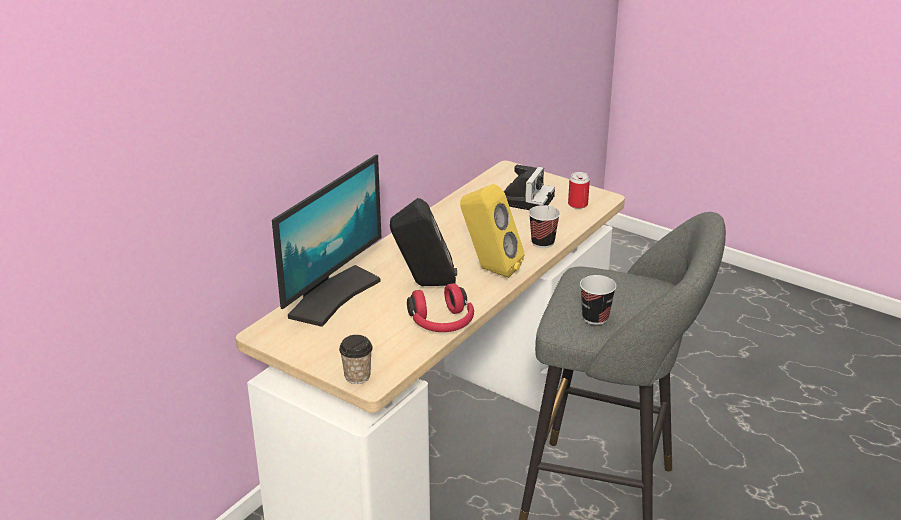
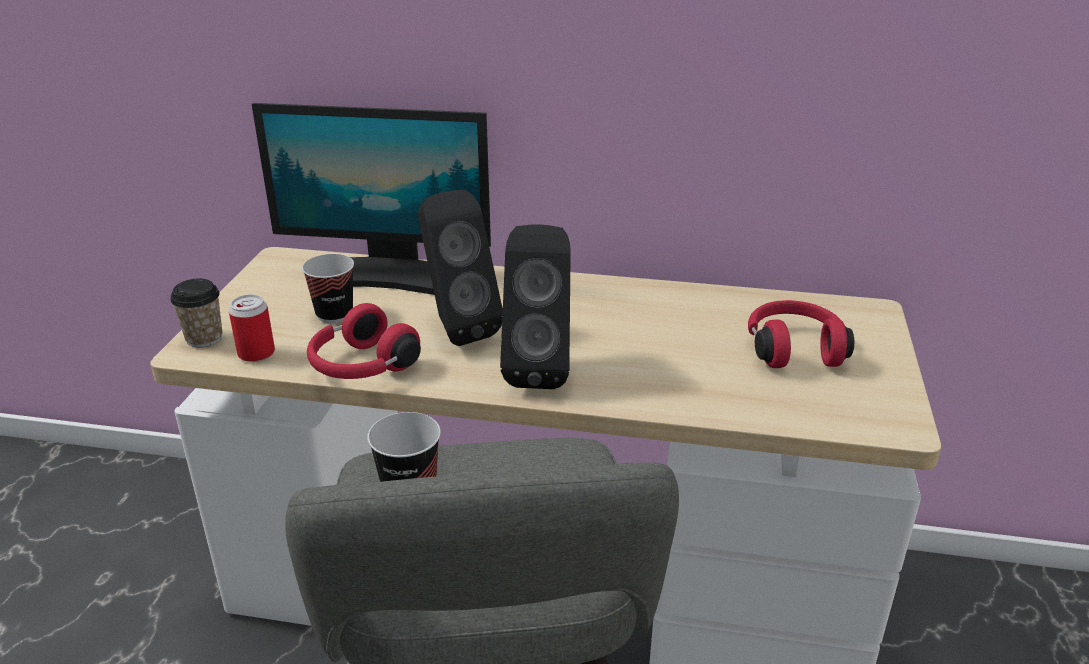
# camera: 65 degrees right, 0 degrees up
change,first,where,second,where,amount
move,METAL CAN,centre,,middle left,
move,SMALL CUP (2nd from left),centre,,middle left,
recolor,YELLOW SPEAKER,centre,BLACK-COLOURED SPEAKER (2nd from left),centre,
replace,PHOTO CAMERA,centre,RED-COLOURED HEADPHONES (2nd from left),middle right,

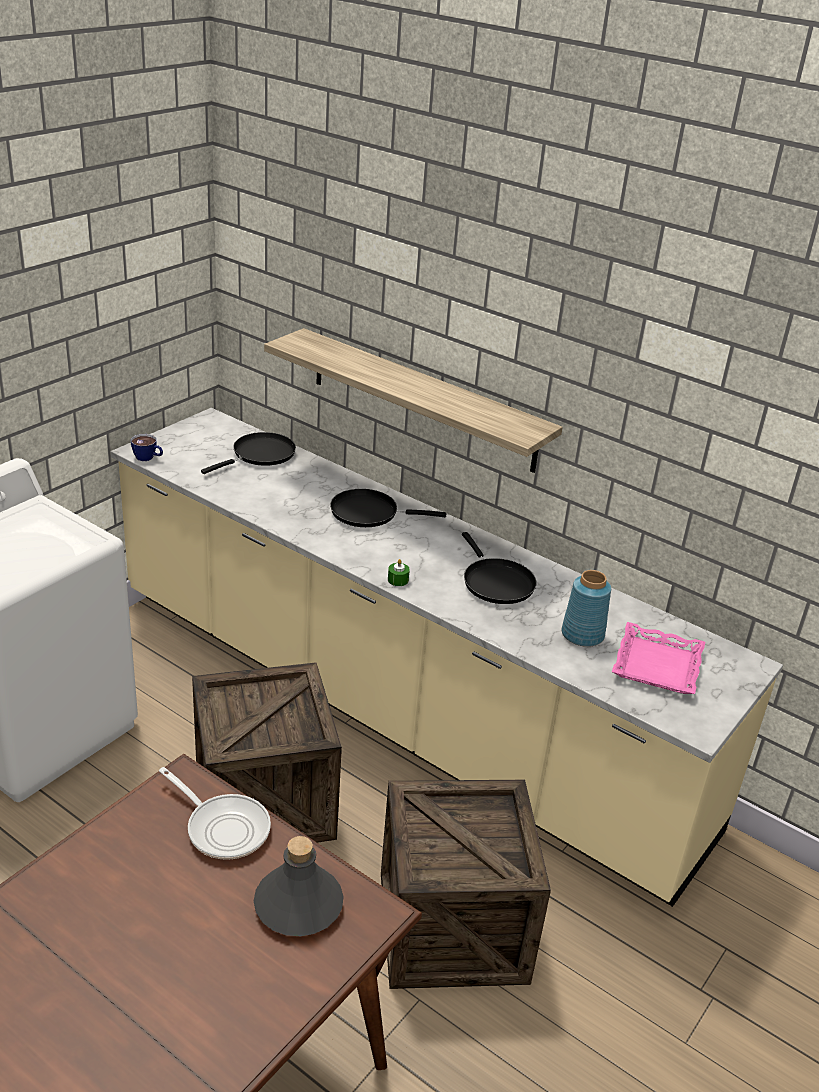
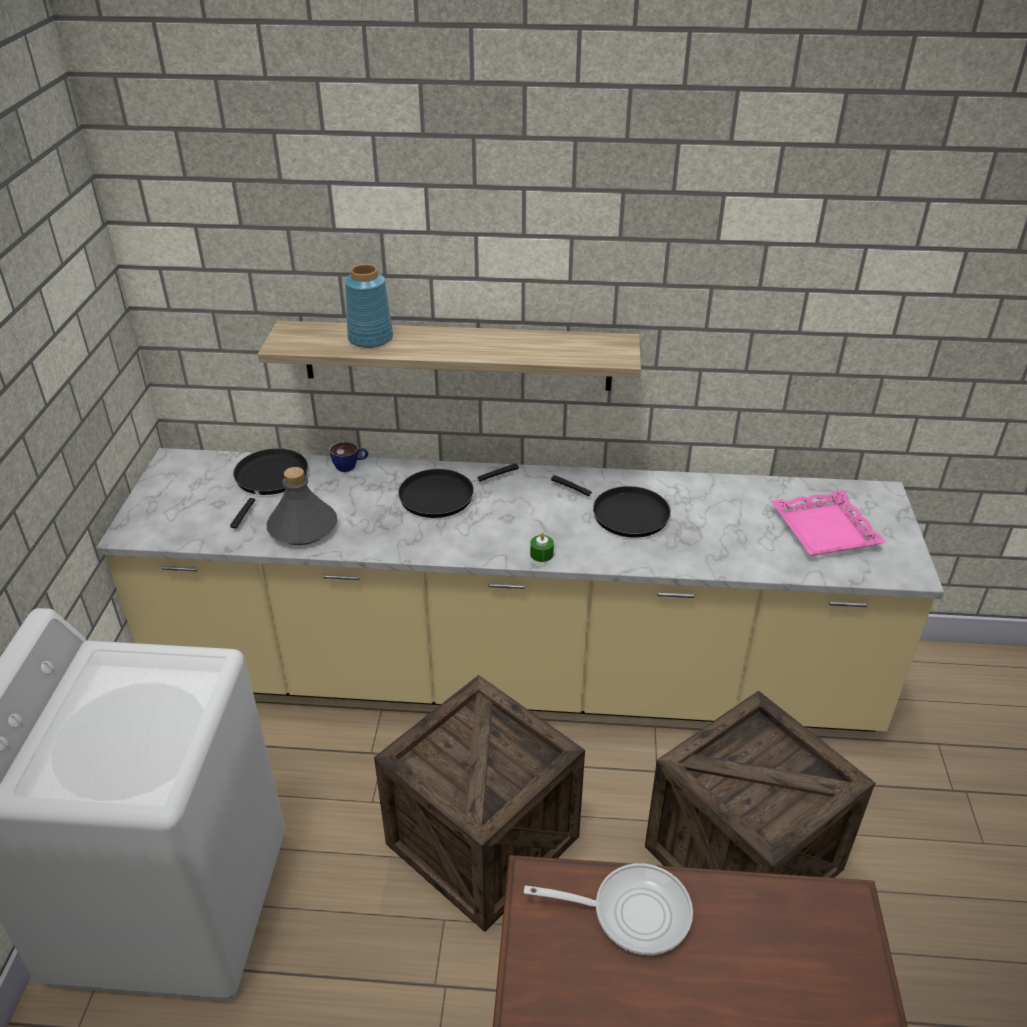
# camera: 30 degrees left, 5 degrees up
change,first,where,second,where,amount
move,GREYISH BOTTLE,bottom centre,,middle left,
move,SMALL CUP,middle left,,centre,
move,BLUE DECORATIVE VASE,middle right,,top centre,

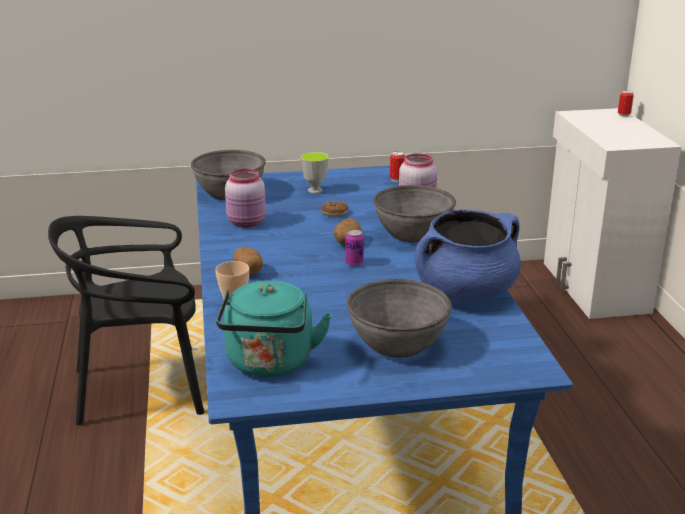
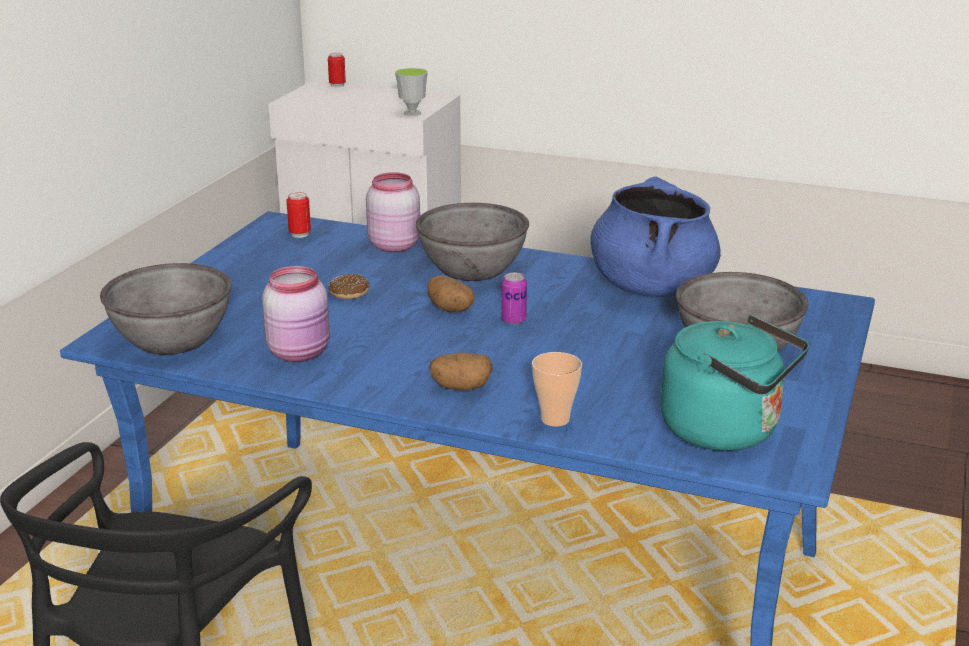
# camera: 60 degrees left, 0 degrees up
change,first,where,second,where,amount
move,SMALL CUP (2nd from left in the first image),centre,SMALL CUP (1st from left),top centre,

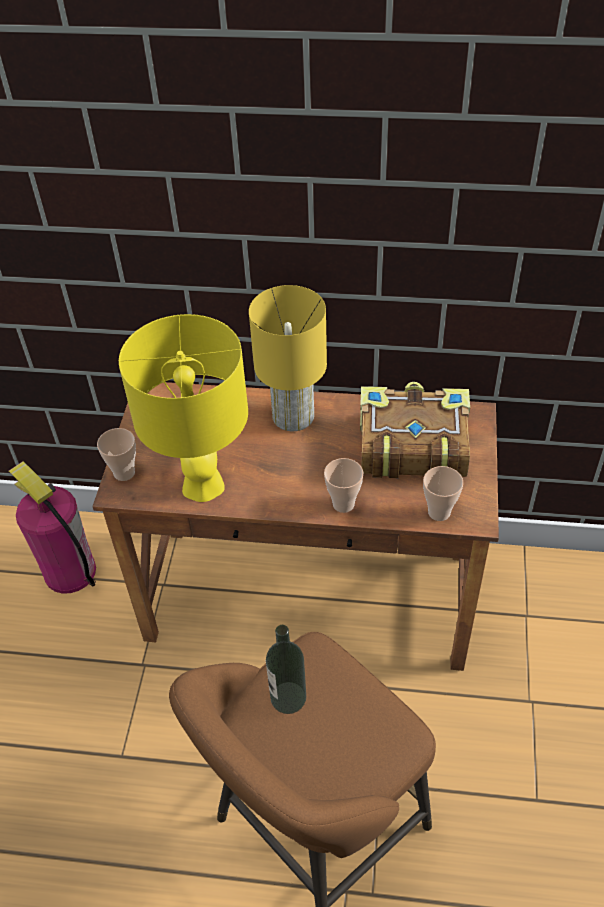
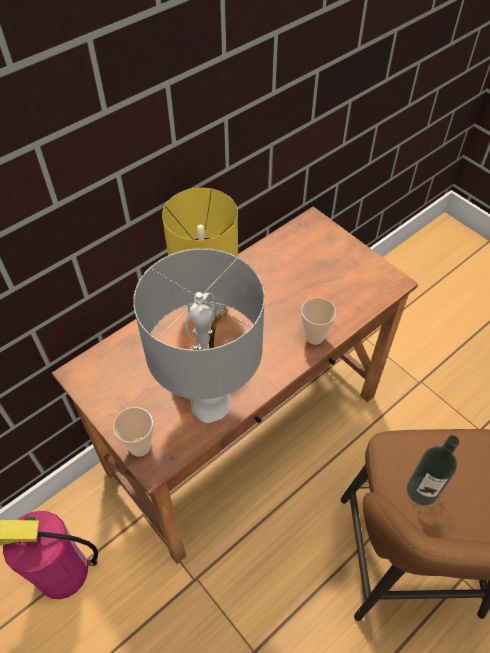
# camera: 50 degrees left, 5 degrees up
change,first,where,second,where,amount
recolor,YELLOW LAMP FOR A TABLE (1st from left),middle left,GREYISH LAMP FOR A TABLE,centre,
delete,BOOK,middle right,,,
delete,SMALL CUP (3rd from left),middle right,,,

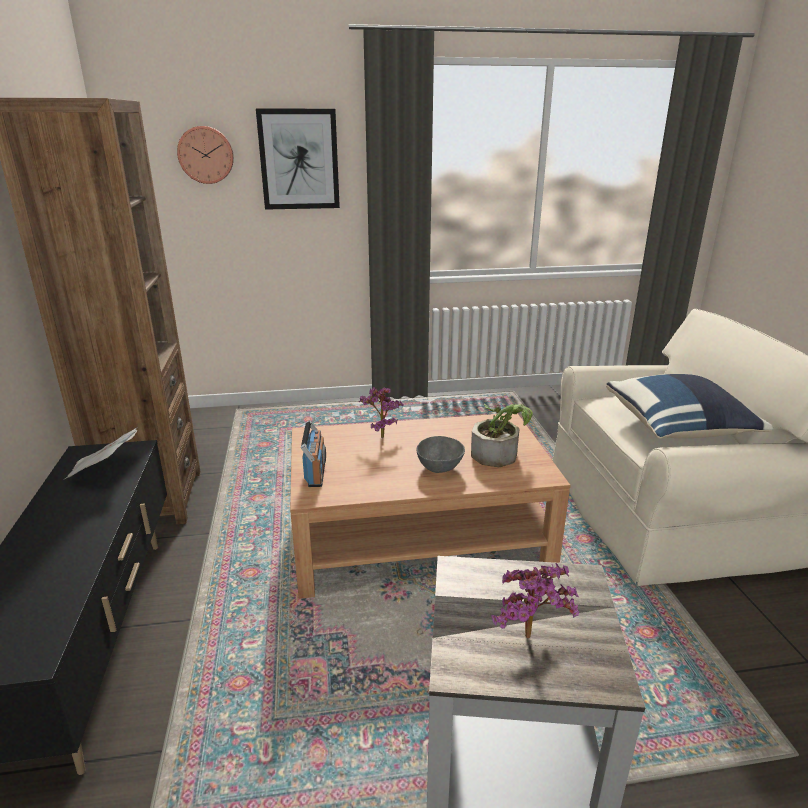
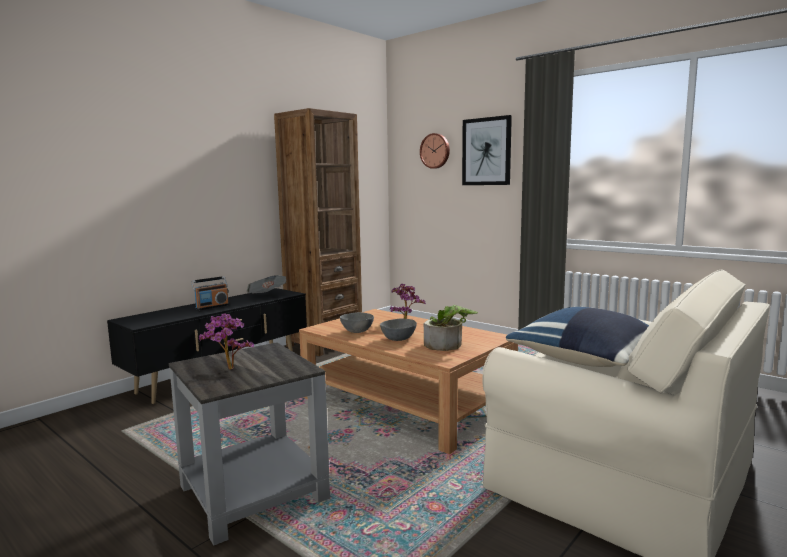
# camera: 50 degrees right, 15 degrees down
change,first,where,second,where,amount
move,RADIO RECEIVER,centre,,middle left,
insert,,,GREYISH DEEP DISH (1st from left),centre,

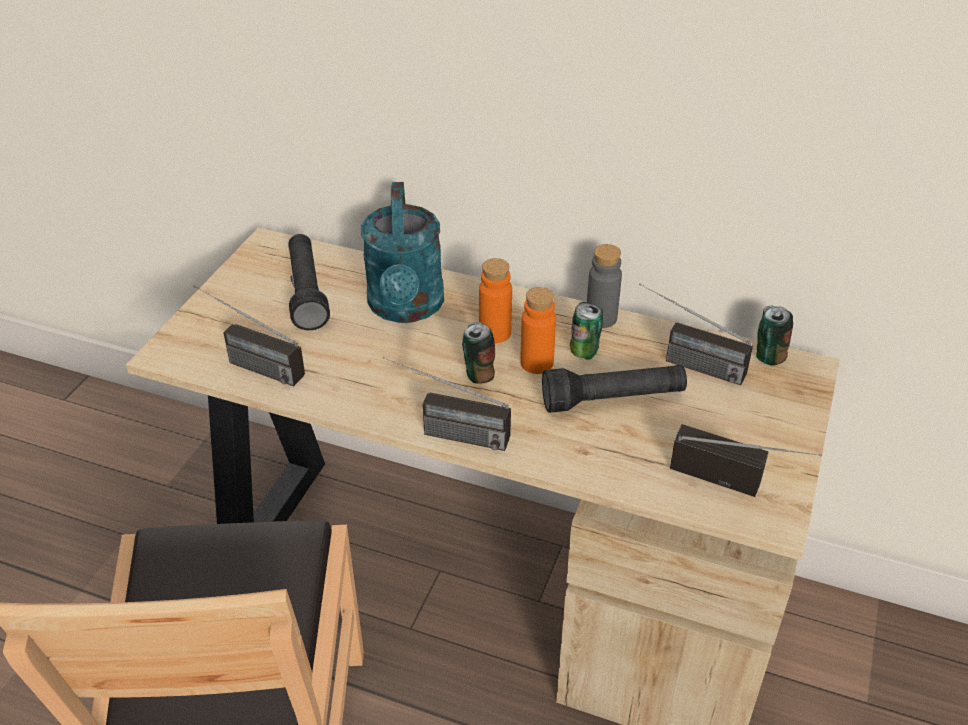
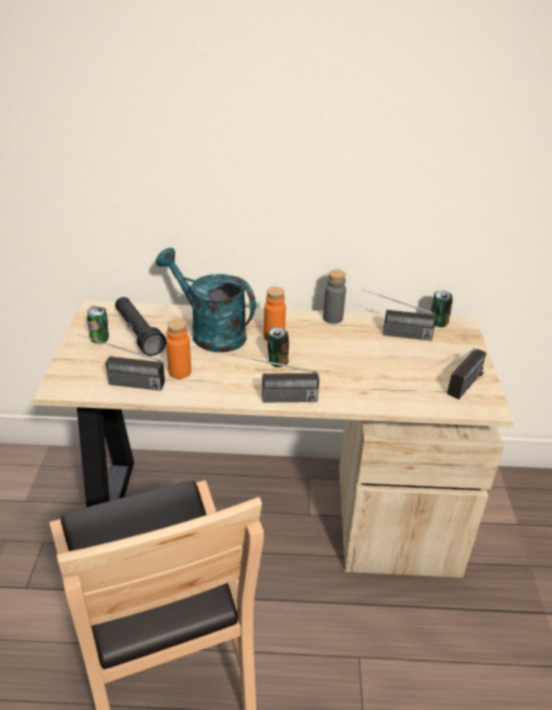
# camera: 20 degrees left, 5 degrees down
change,first,where,second,where,amount
move,METAL CAN (2nd from left in the first image),centre,METAL CAN (1st from left),middle left,
rotate,BLUE-GREEN WATERING POT,centre,,centre,150 degrees clockwise
move,ORANGE-COLOURED BOTTLE (2nd from left in the first image),centre,ORANGE-COLOURED BOTTLE (1st from left),middle left,
rotate,RADIO RECEIVER (4th from left),middle right,,middle right,120 degrees clockwise
delete,BLACK-COLOURED TORCH (2nd from left),centre,,,

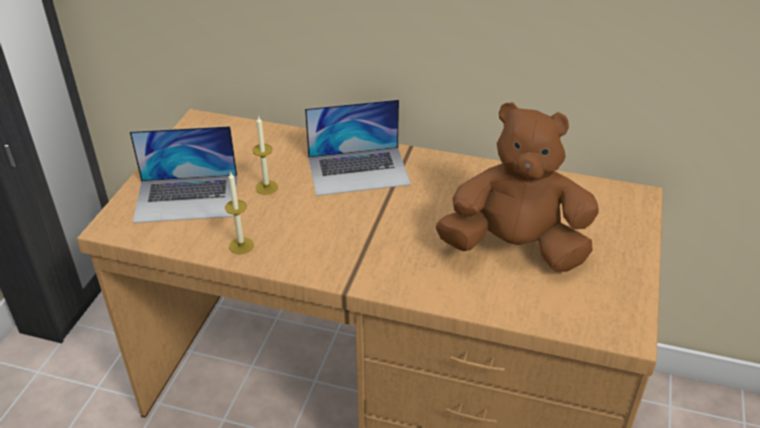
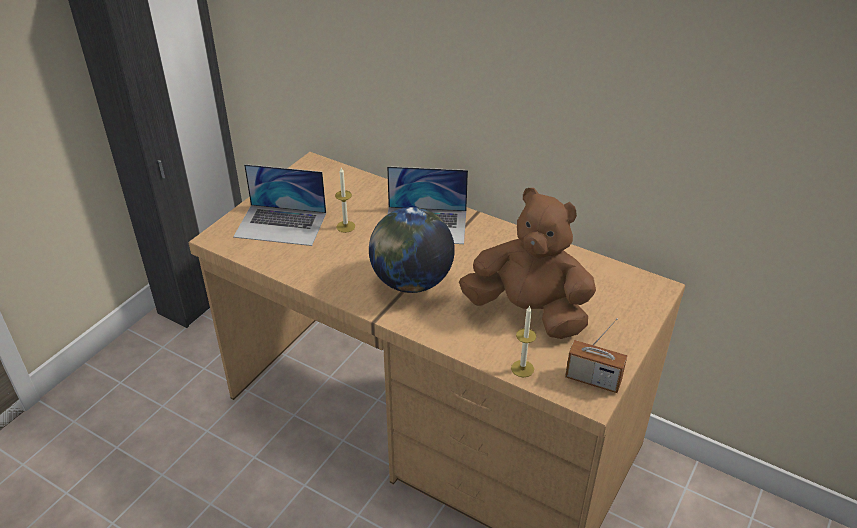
# camera: 15 degrees right, 0 degrees up
change,first,where,second,where,amount
insert,,,GLOBE,centre,
move,WAX CANDLE (1st from left in the first image),middle left,WAX CANDLE (2nd from left),centre,
insert,,,RADIO RECEIVER,bottom right,

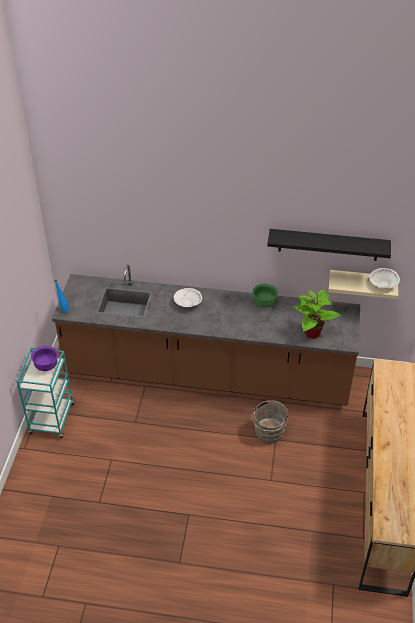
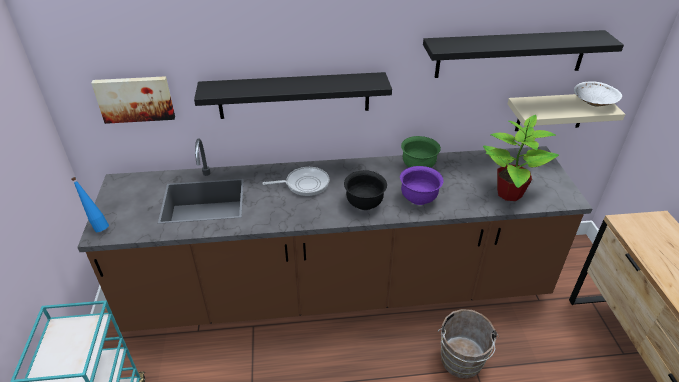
# camera: 15 degrees left, 5 degrees down
change,first,where,second,where,amount
insert,,,PICTURE,top left,
insert,,,BLACK-COLOURED WALL SHELF (1st from left),top centre,
replace,WHITE-COLOURED DEEP DISH (1st from left),centre,PAN,centre,
insert,,,BLACK-COLOURED DEEP DISH,centre,
move,PURPLE DEEP DISH,middle left,,centre,

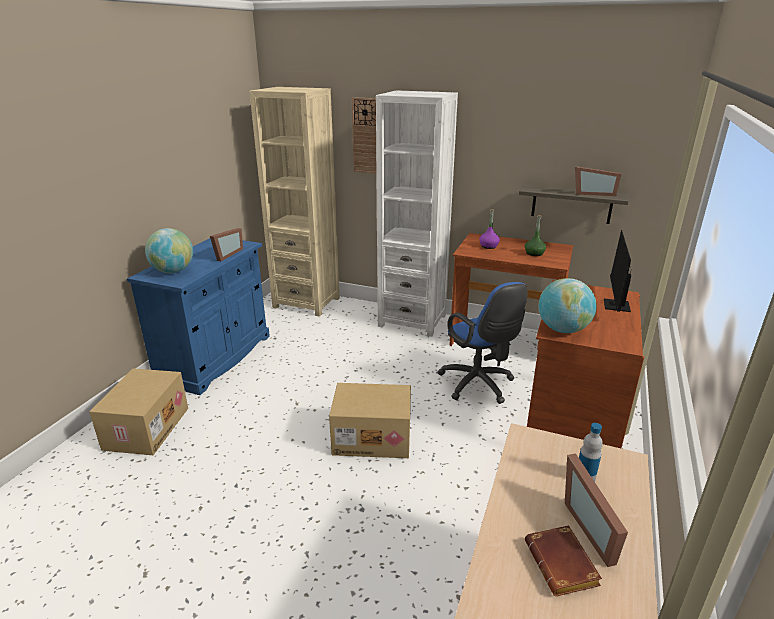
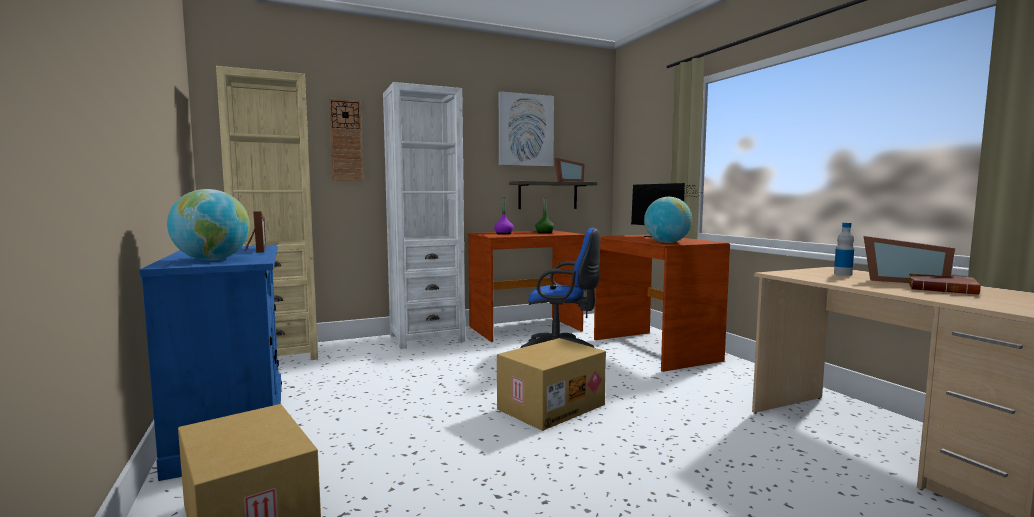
# camera: 45 degrees left, 20 degrees down
change,first,where,second,where,amount
insert,,,PICTURE,top centre,

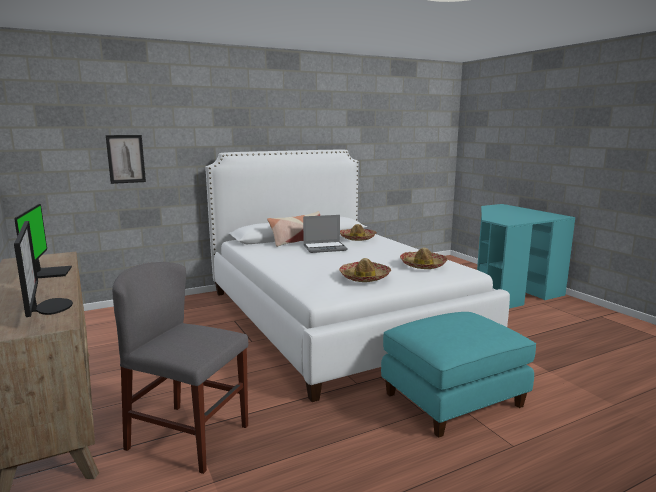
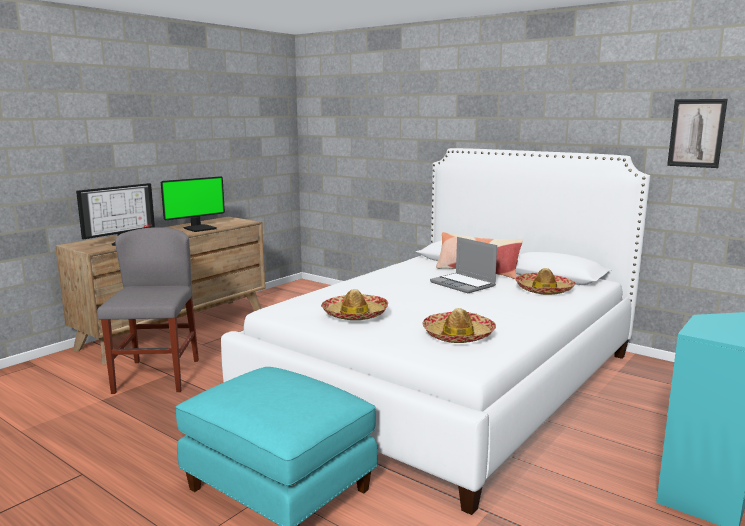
# camera: 65 degrees right, 0 degrees up
change,first,where,second,where,amount
move,PICTURE,top left,,top right,

